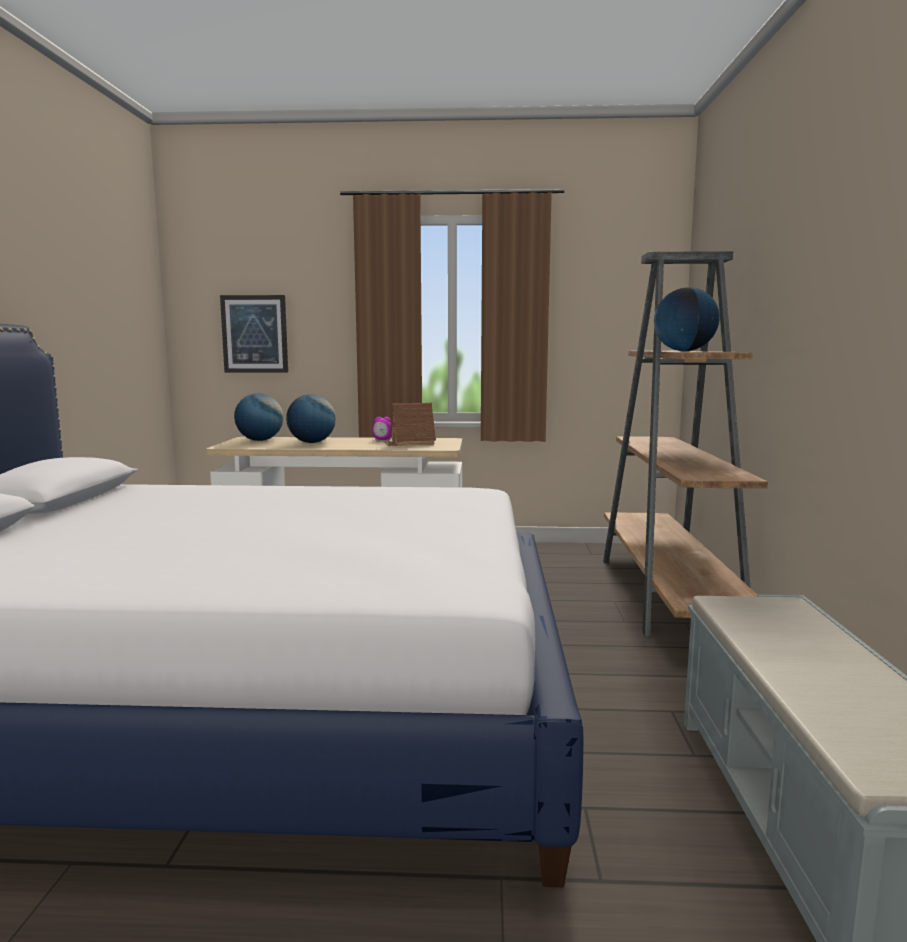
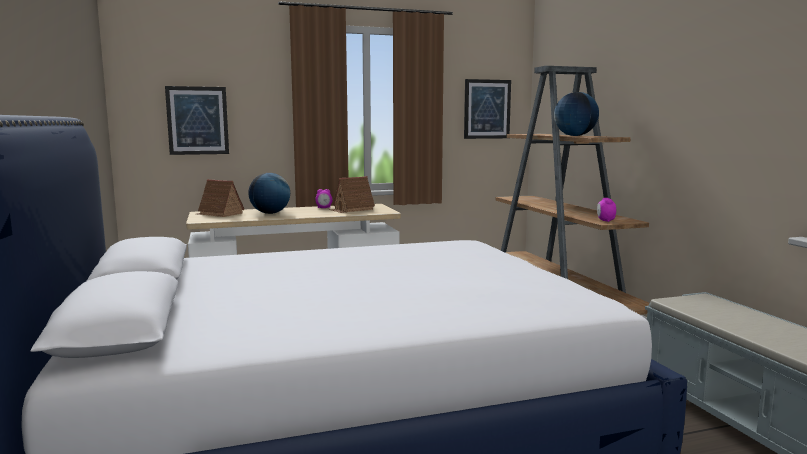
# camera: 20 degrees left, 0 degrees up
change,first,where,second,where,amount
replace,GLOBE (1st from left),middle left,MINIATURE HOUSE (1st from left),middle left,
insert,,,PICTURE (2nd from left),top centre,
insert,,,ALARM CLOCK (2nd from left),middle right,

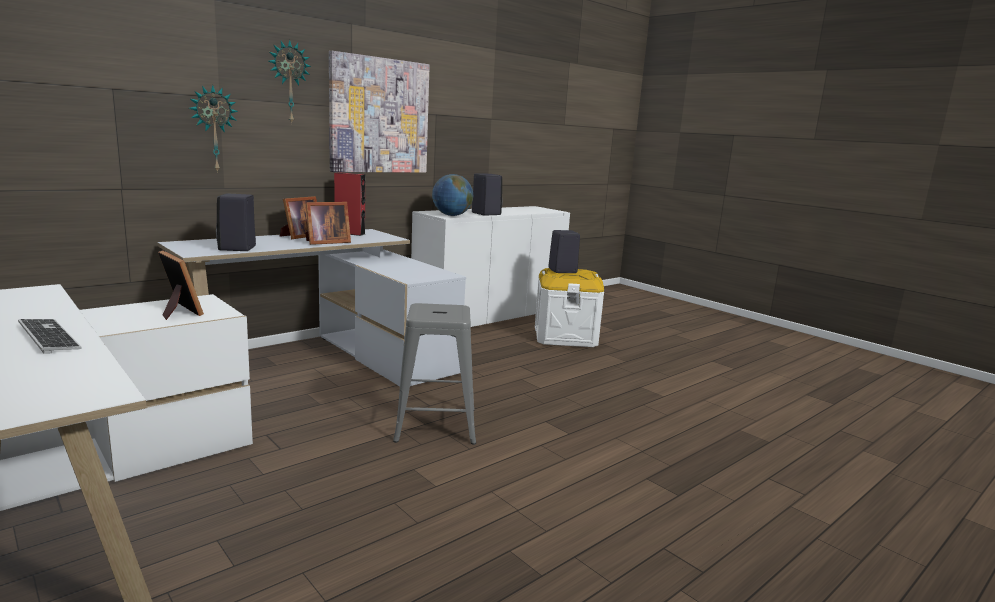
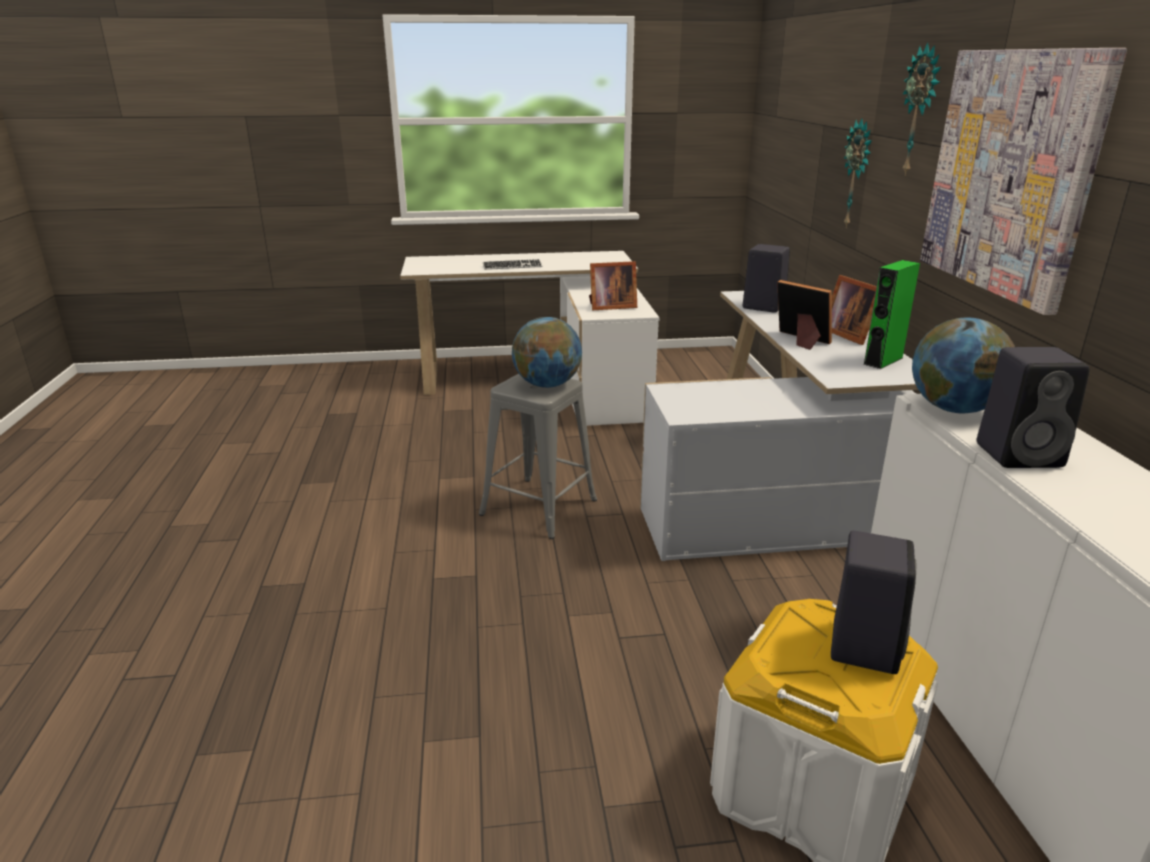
# camera: 125 degrees right, 10 degrees up
change,first,where,second,where,amount
insert,,,GLOBE (1st from left),centre,
rotate,STANDING FRAME (3rd from left in the first image),middle left,STANDING FRAME (2nd from left),middle right,135 degrees clockwise
recolor,RED-COLOURED SPEAKER,centre,GREEN SPEAKER,middle right,

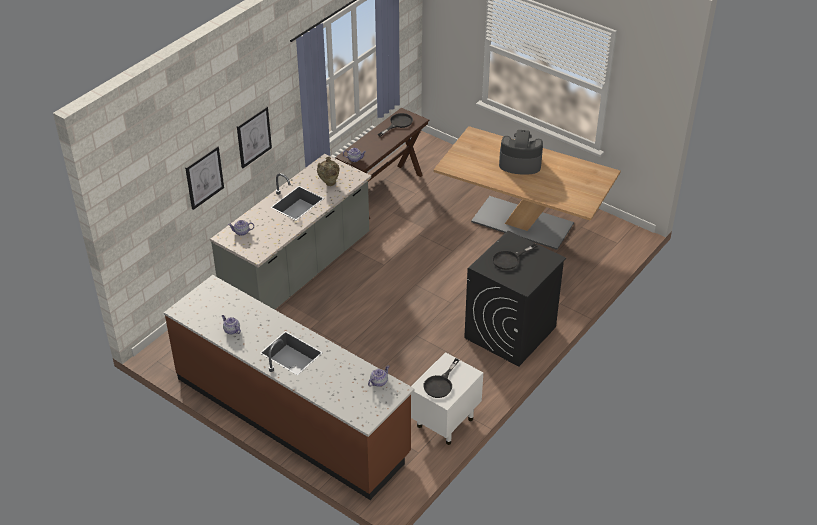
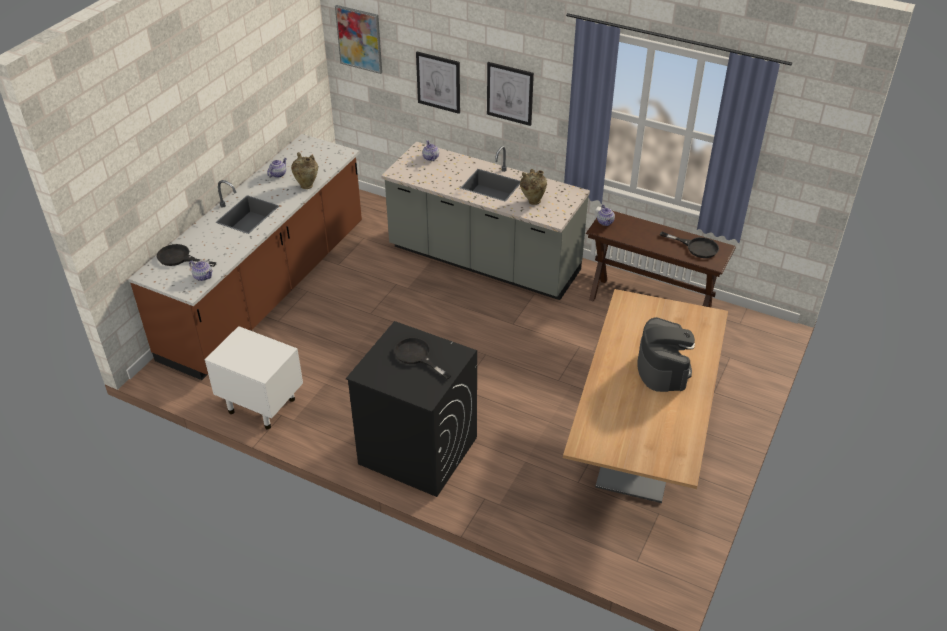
# camera: 80 degrees right, 0 degrees up
change,first,where,second,where,amount
move,BLACK-COLOURED PAN (2nd from left in the first image),bottom centre,BLACK-COLOURED PAN (1st from left),middle left,
insert,,,SAND-COLOURED DECORATIVE VASE (1st from left),top left,
insert,,,PICTURE (1st from left),top centre,

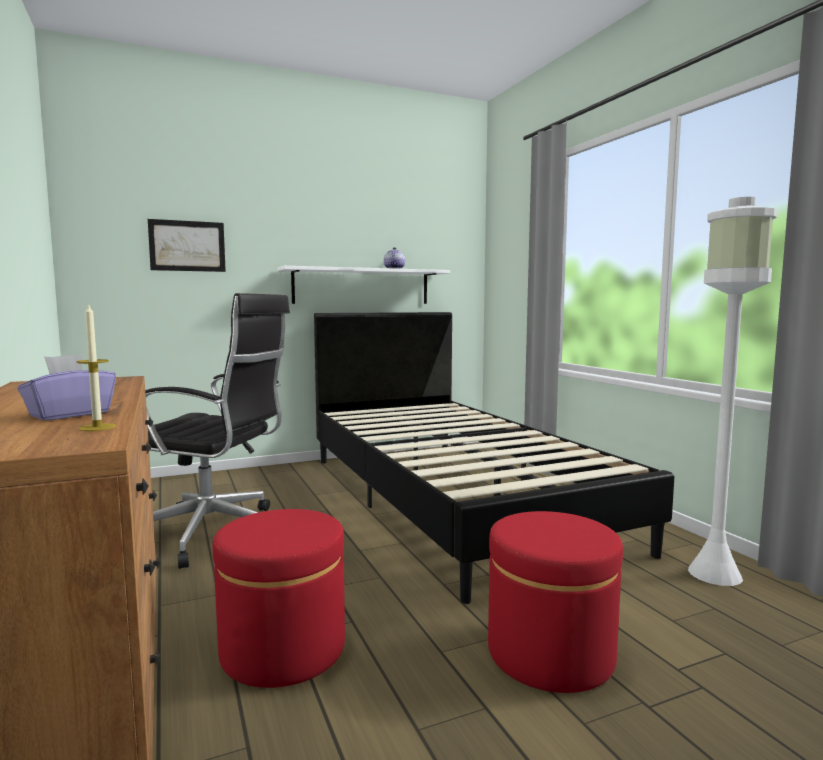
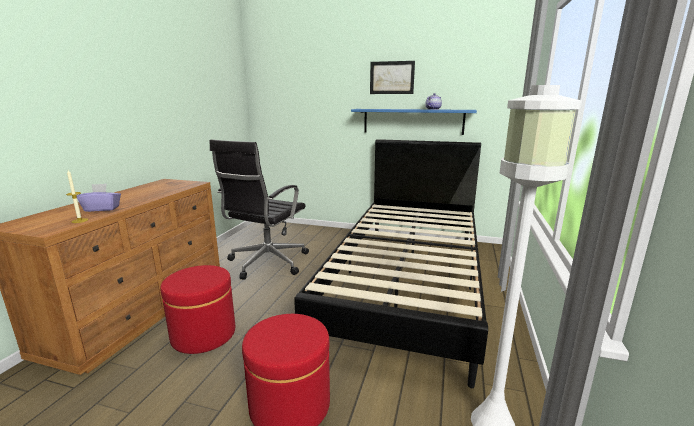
# camera: 40 degrees right, 10 degrees up
change,first,where,second,where,amount
rotate,BLACK-COLOURED OFFICE CHAIR,middle left,,centre,60 degrees clockwise
recolor,WHITE-COLOURED WALL SHELF,centre,BLUE WALL SHELF,top centre,
move,PICTURE,top left,,top centre,

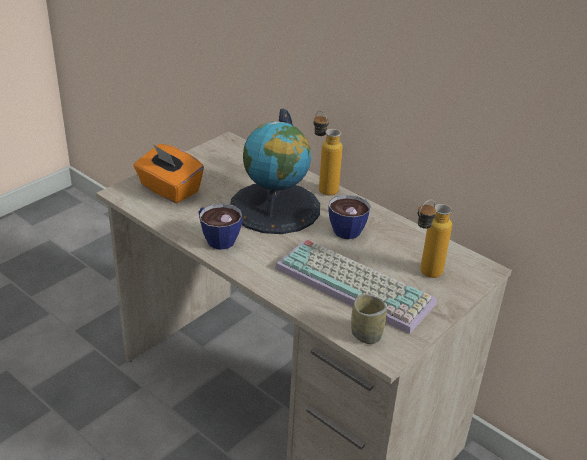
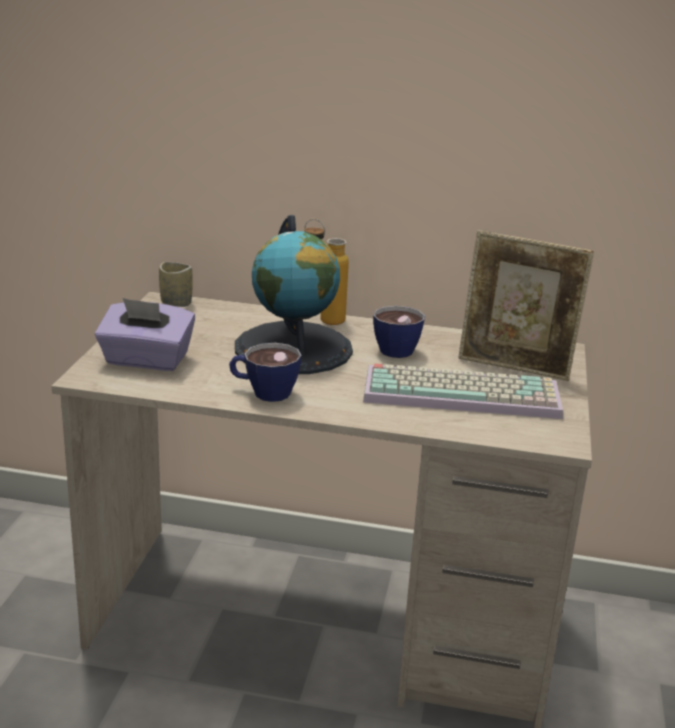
# camera: 30 degrees left, 10 degrees down
change,first,where,second,where,amount
recolor,ORANGE-COLOURED TISSUE HOLDER,middle left,PURPLE TISSUE HOLDER,middle left,
move,SMALL CUP (3rd from left in the first image),bottom centre,SMALL CUP (1st from left),middle left,
replace,BOTTLE (2nd from left),middle right,STANDING FRAME,middle right,

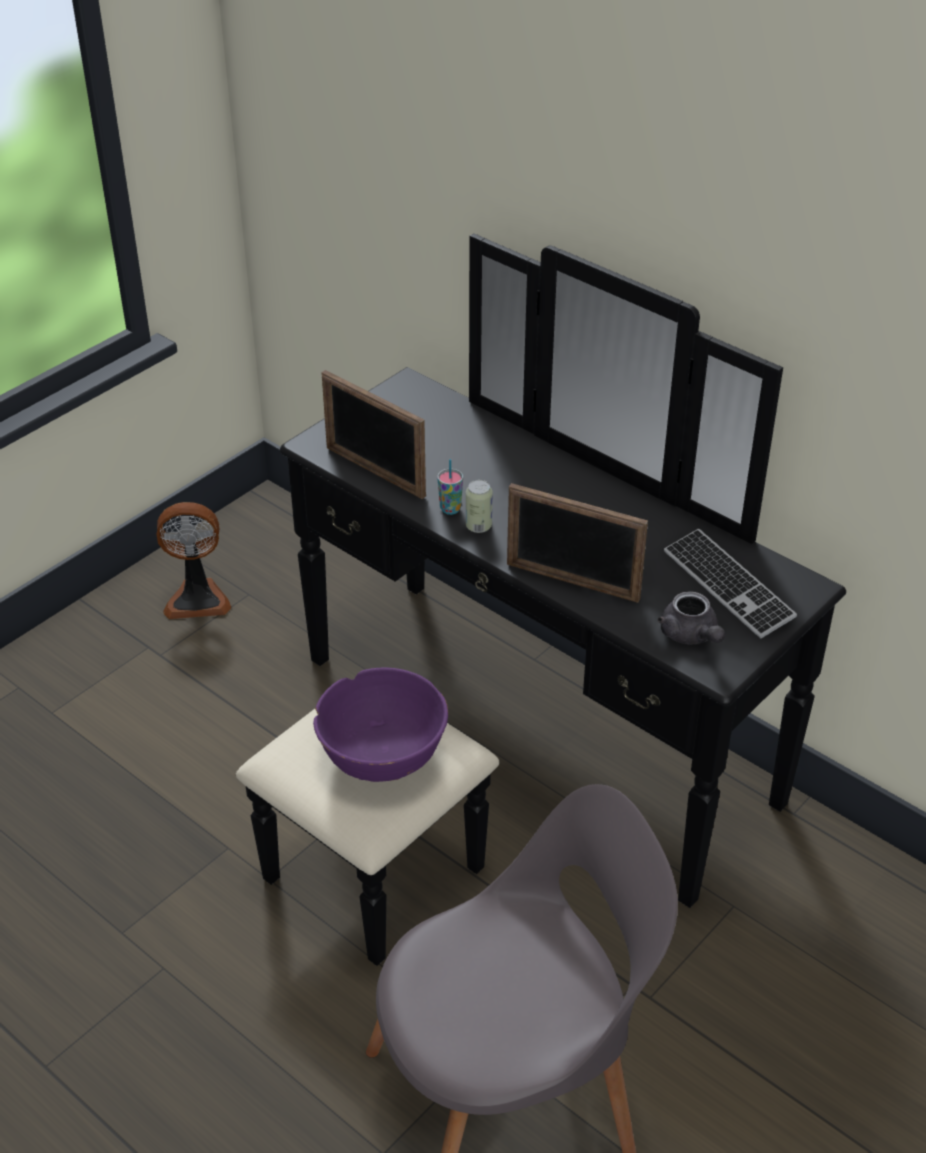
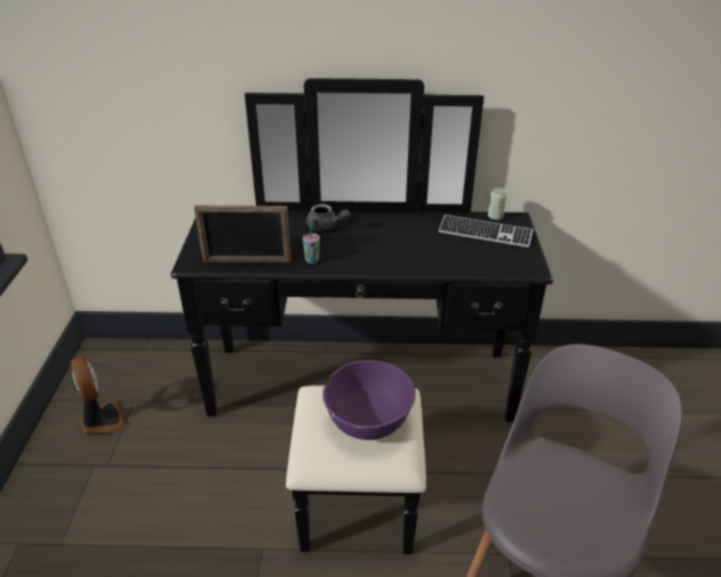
# camera: 40 degrees left, 5 degrees down
change,first,where,second,where,amount
rotate,COOLING FAN,middle left,,bottom left,75 degrees counterclockwise
move,GREYISH TEA POT,middle right,,centre,
move,METAL CAN,centre,,middle right,
delete,STANDING FRAME (2nd from left),centre,,,

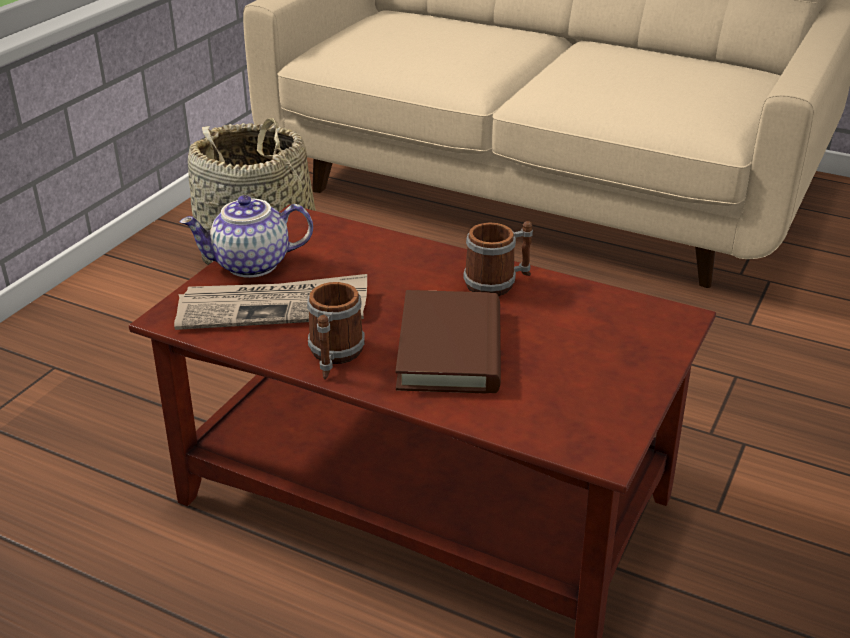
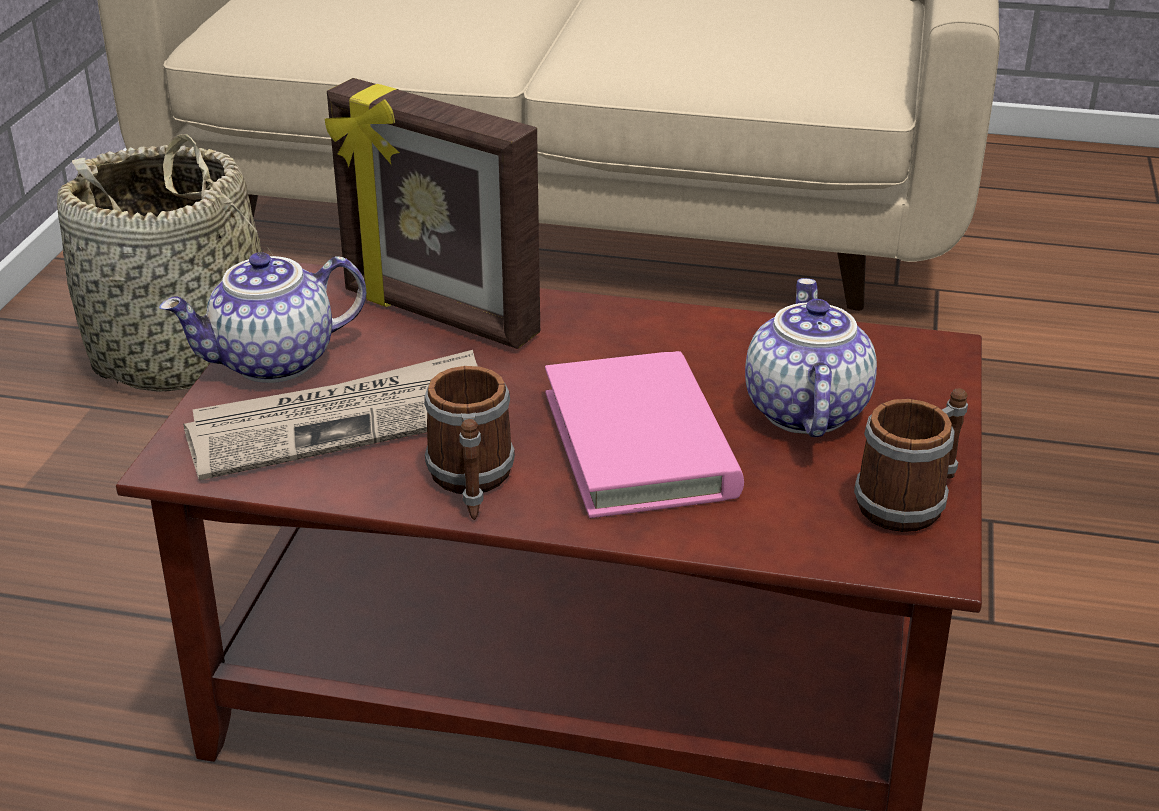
# camera: 15 degrees left, 0 degrees up
change,first,where,second,where,amount
insert,,,STANDING FRAME,top centre,
recolor,BROWN-COLOURED BOOK,centre,PINK-COLOURED BOOK,centre,
insert,,,TEA POT (2nd from left),middle right,
move,TEA MUG (2nd from left),centre,,middle right,

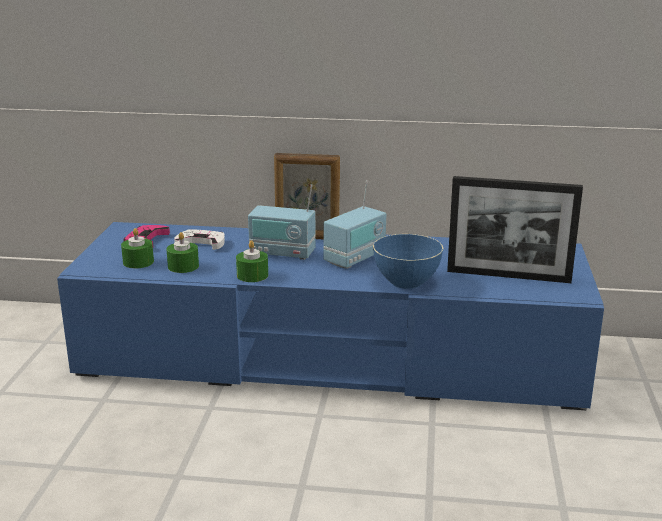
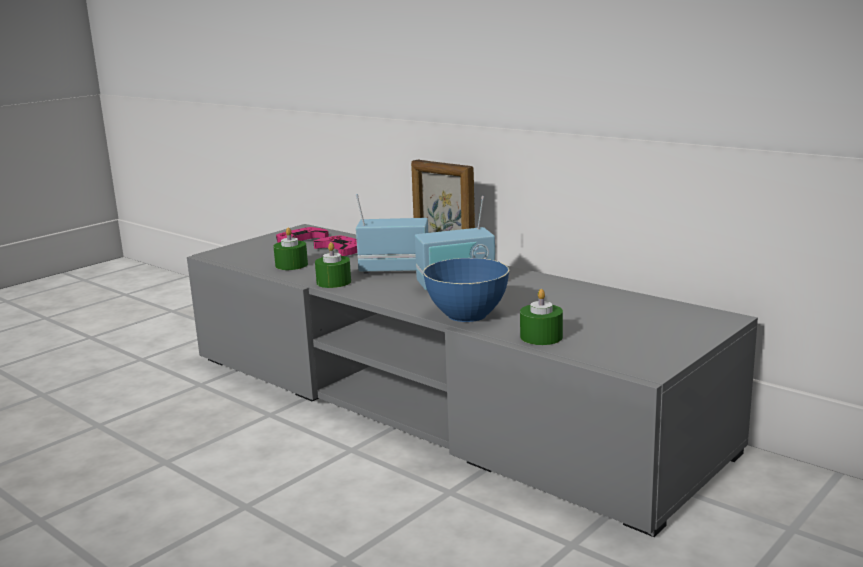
# camera: 35 degrees right, 5 degrees down
change,first,where,second,where,amount
recolor,BLUE TV STAND,centre,GREYISH TV STAND,bottom centre,
recolor,WHITE-COLOURED JOYPAD,middle left,PINK-COLOURED JOYPAD (2nd from left),centre,
rotate,RADIO RECEIVER (1st from left),centre,,centre,135 degrees clockwise
move,GREEN WAX CANDLE (1st from left in the first image),middle left,GREEN WAX CANDLE (3rd from left),centre,
delete,STANDING FRAME (2nd from left),middle right,,,

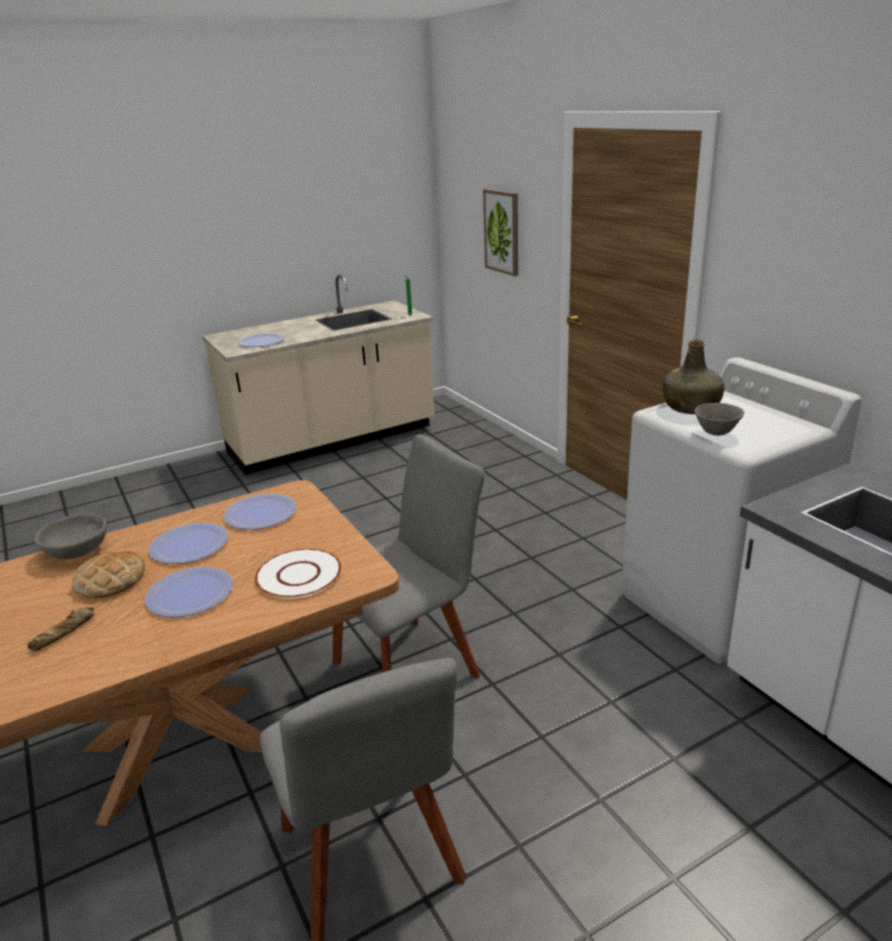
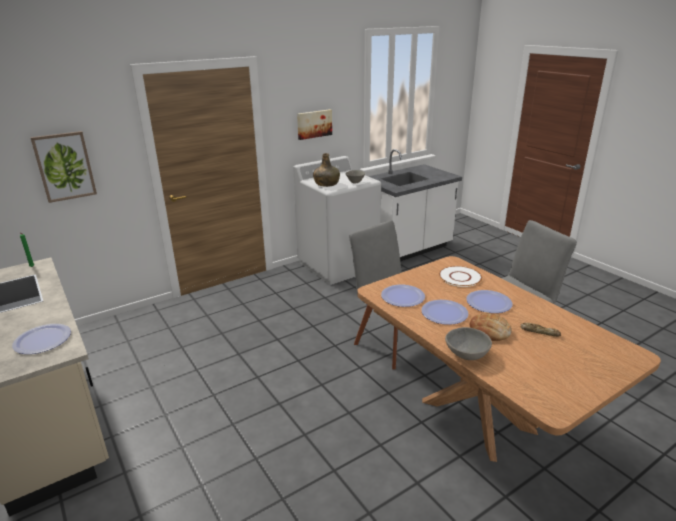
# camera: 95 degrees left, 0 degrees up
change,first,where,second,where,amount
insert,,,PICTURE (2nd from left),top centre,

